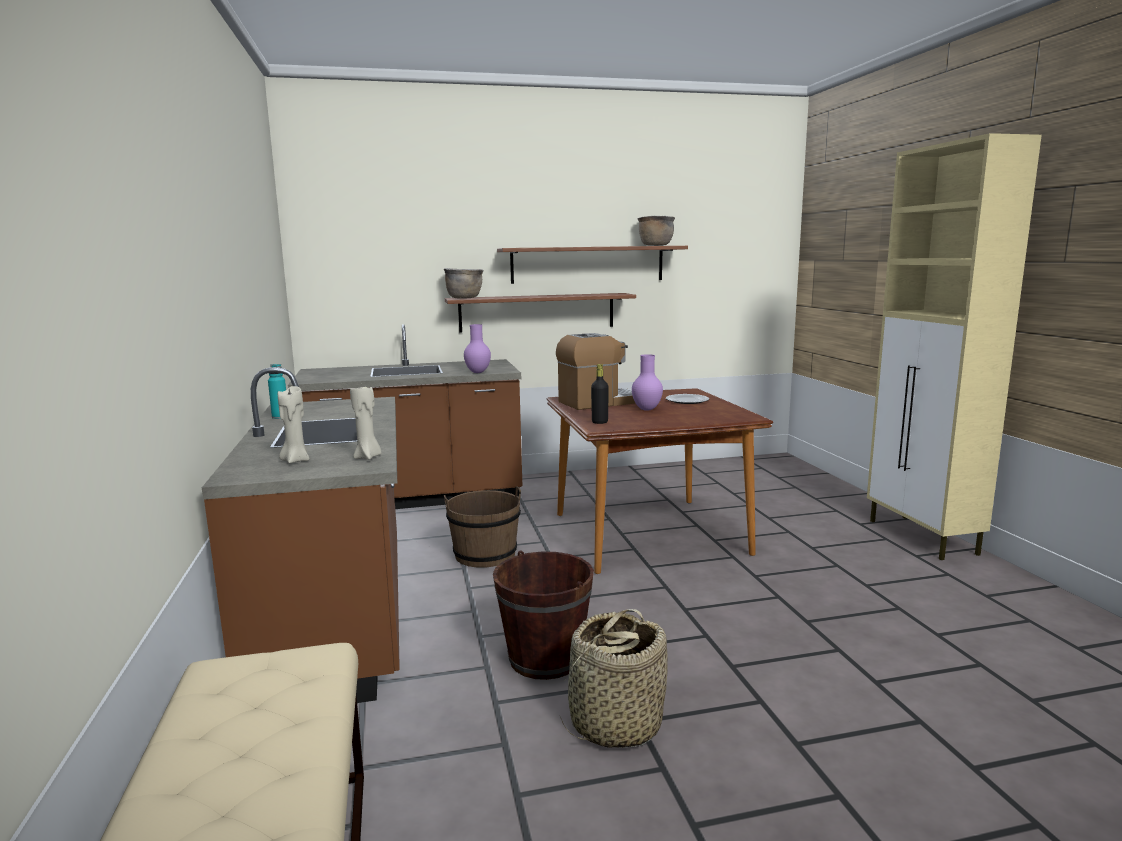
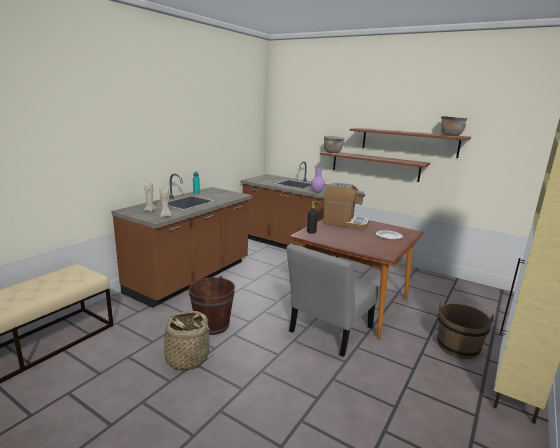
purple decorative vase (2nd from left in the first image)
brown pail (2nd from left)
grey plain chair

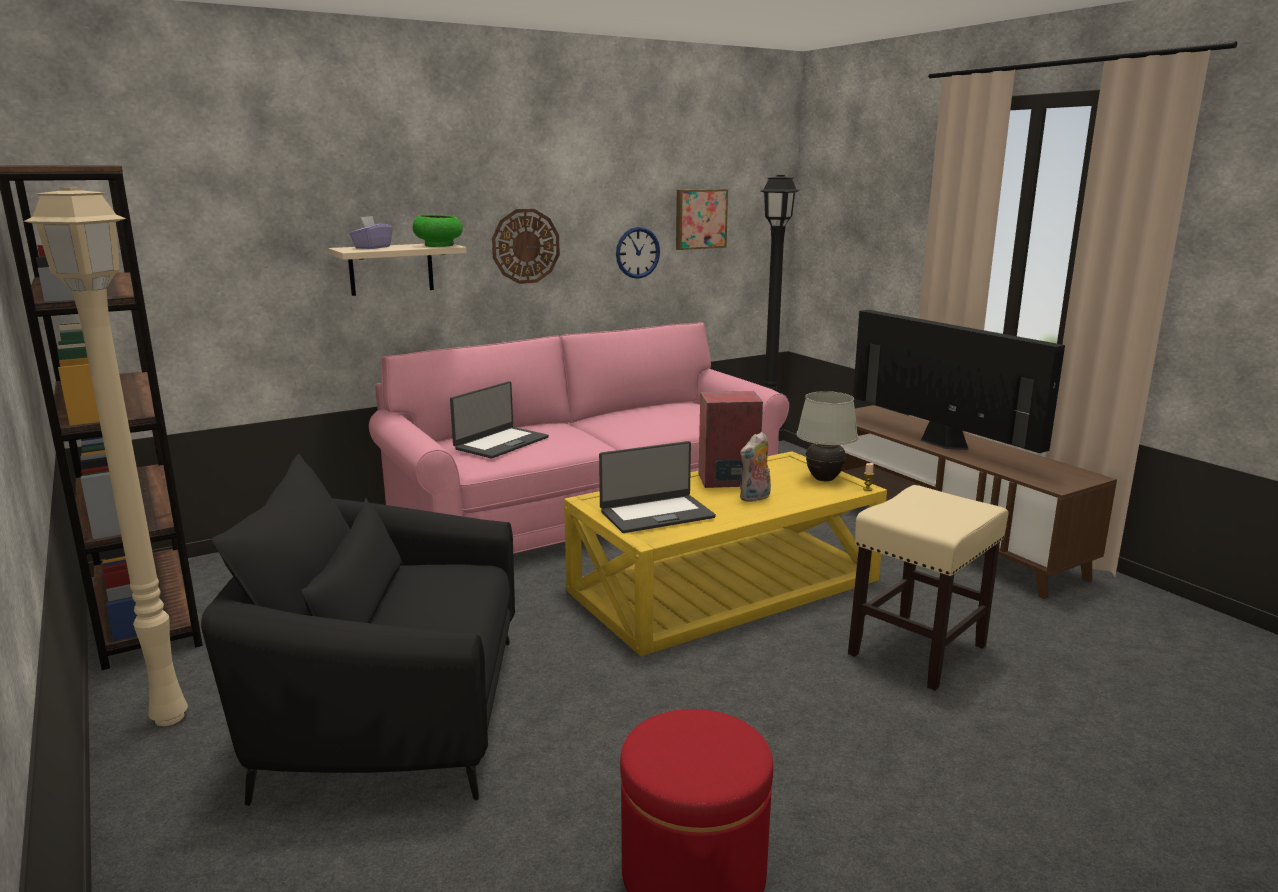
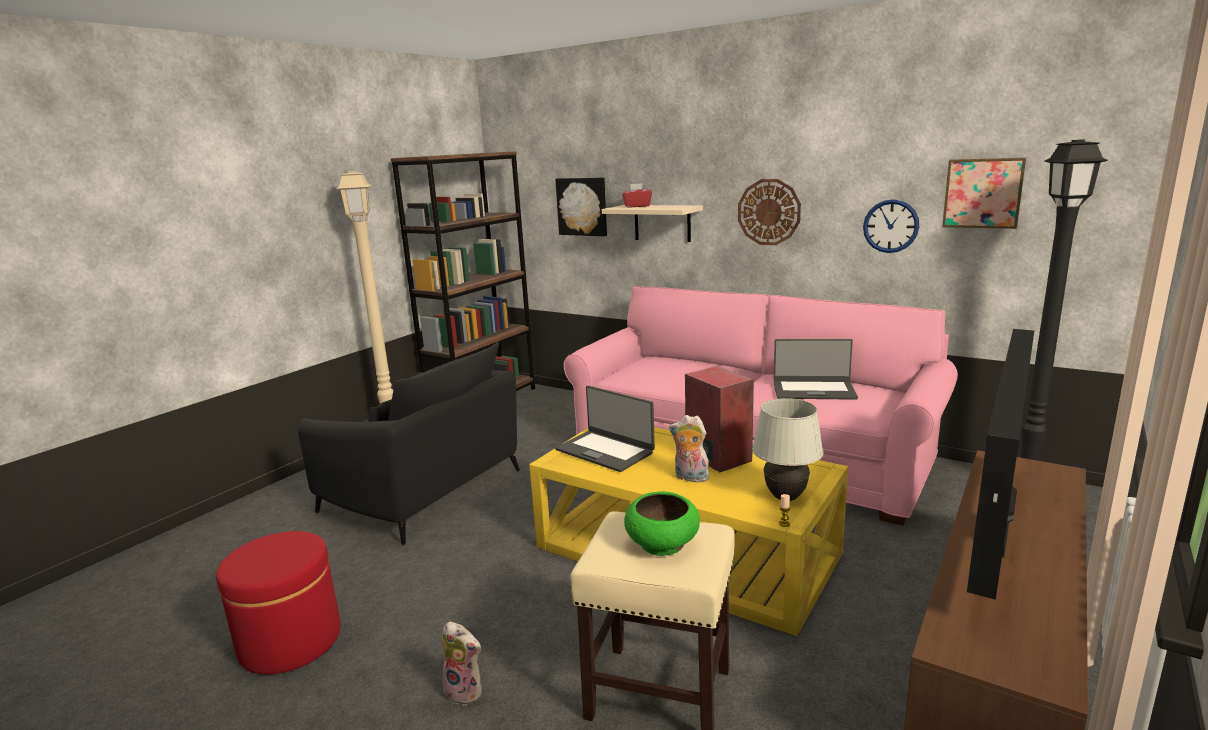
green-coloured bowl
reddish box of tissues
laptop (2nd from left)
black-coloured lounge chair
wall art (1st from left)
cuddly toy (1st from left)

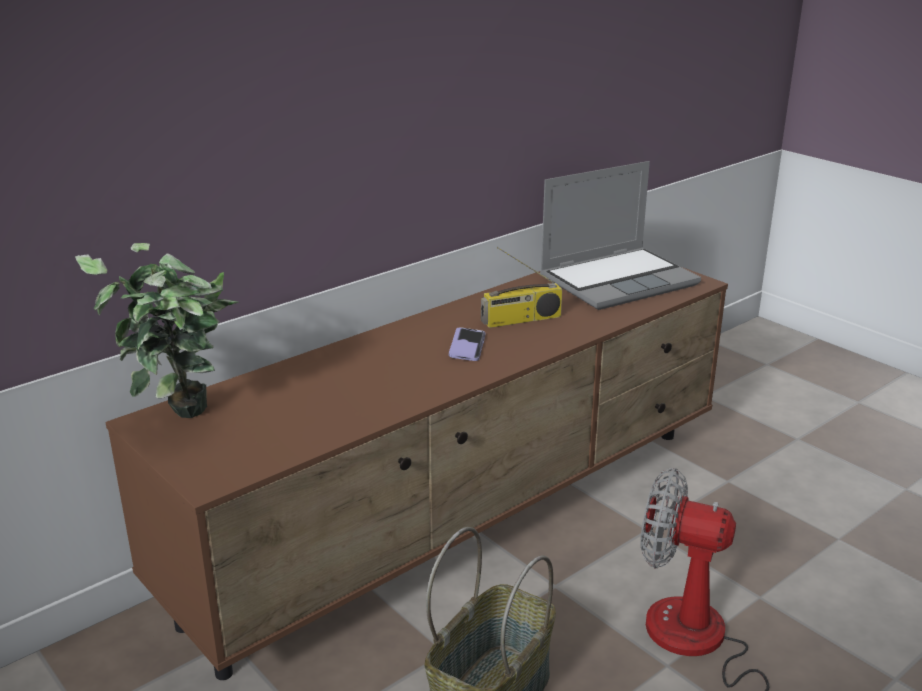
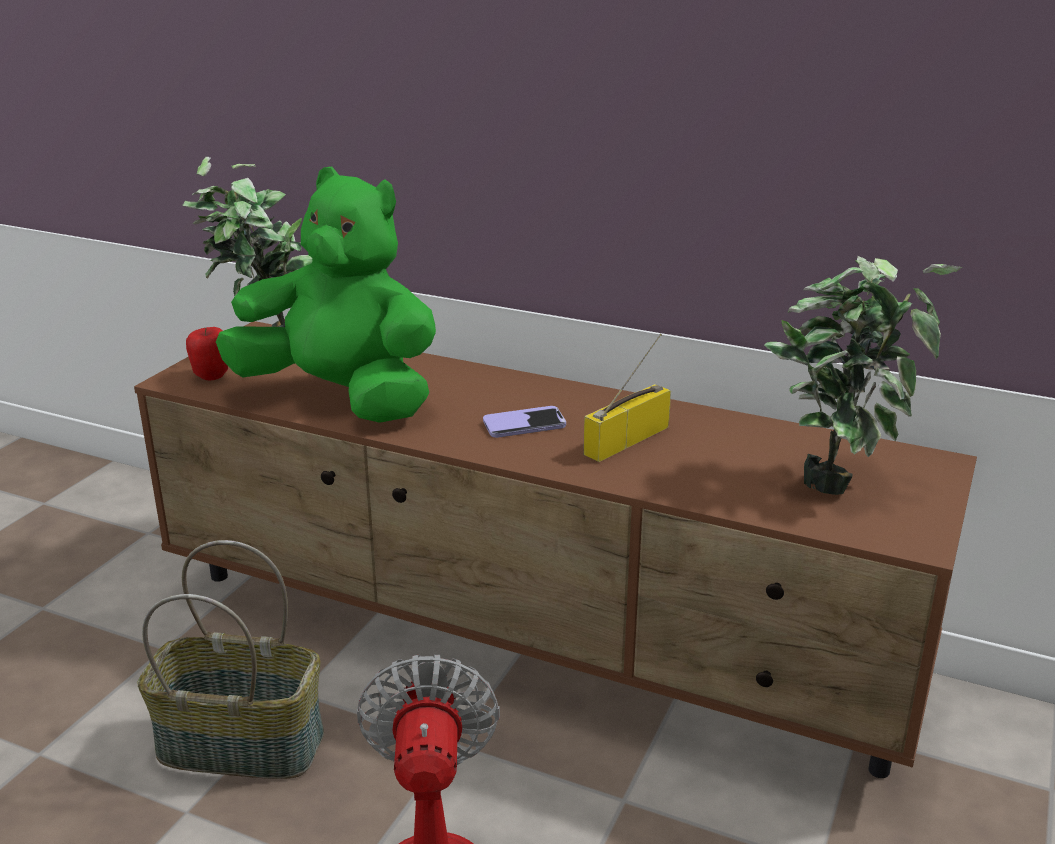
houseplant (2nd from left)
radio set
green-coloured cuddly toy
apple fruit

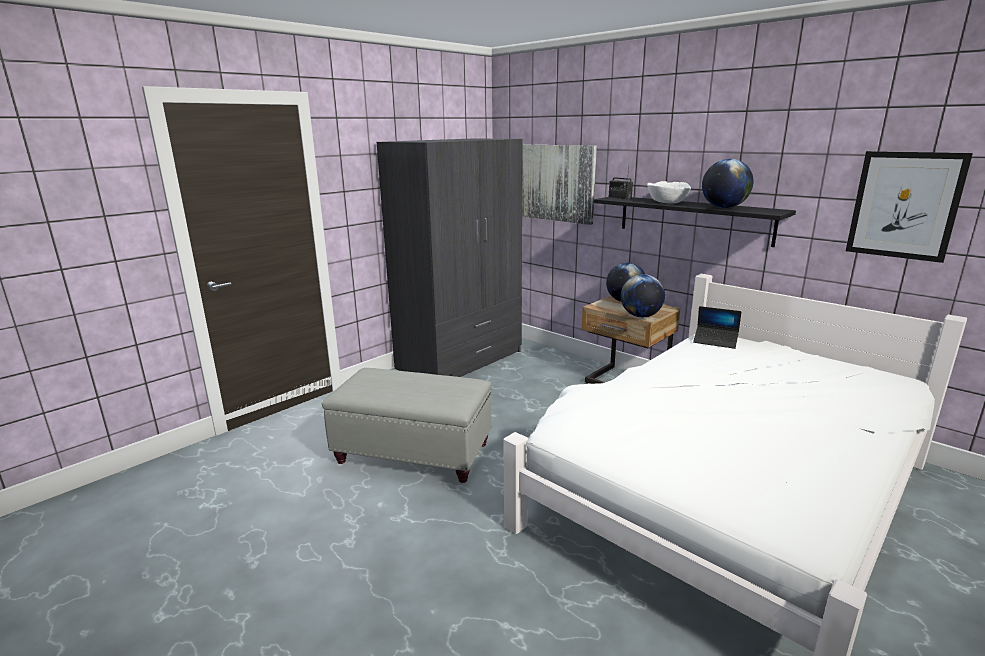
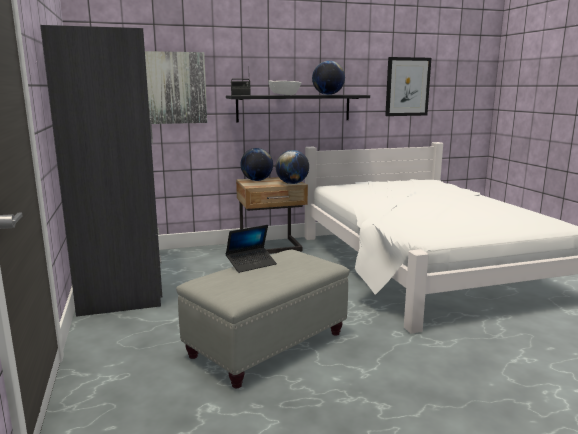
laptop

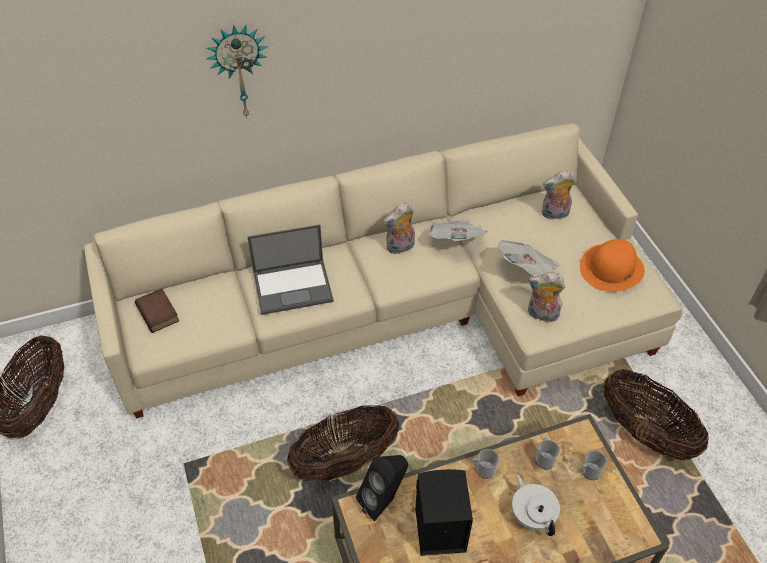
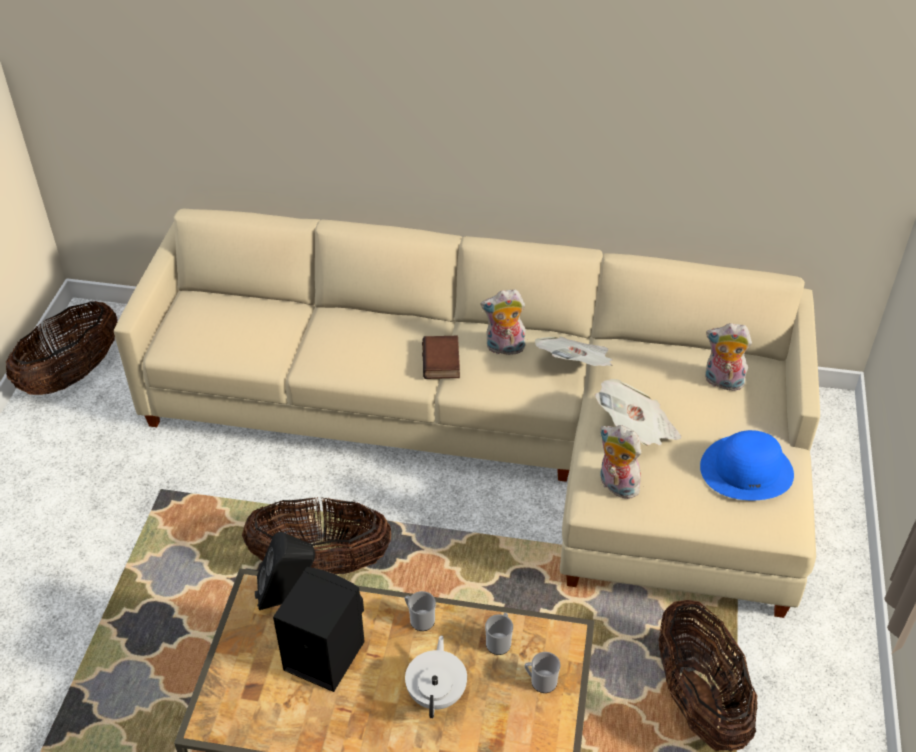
wall clock
laptop
blue hat
book

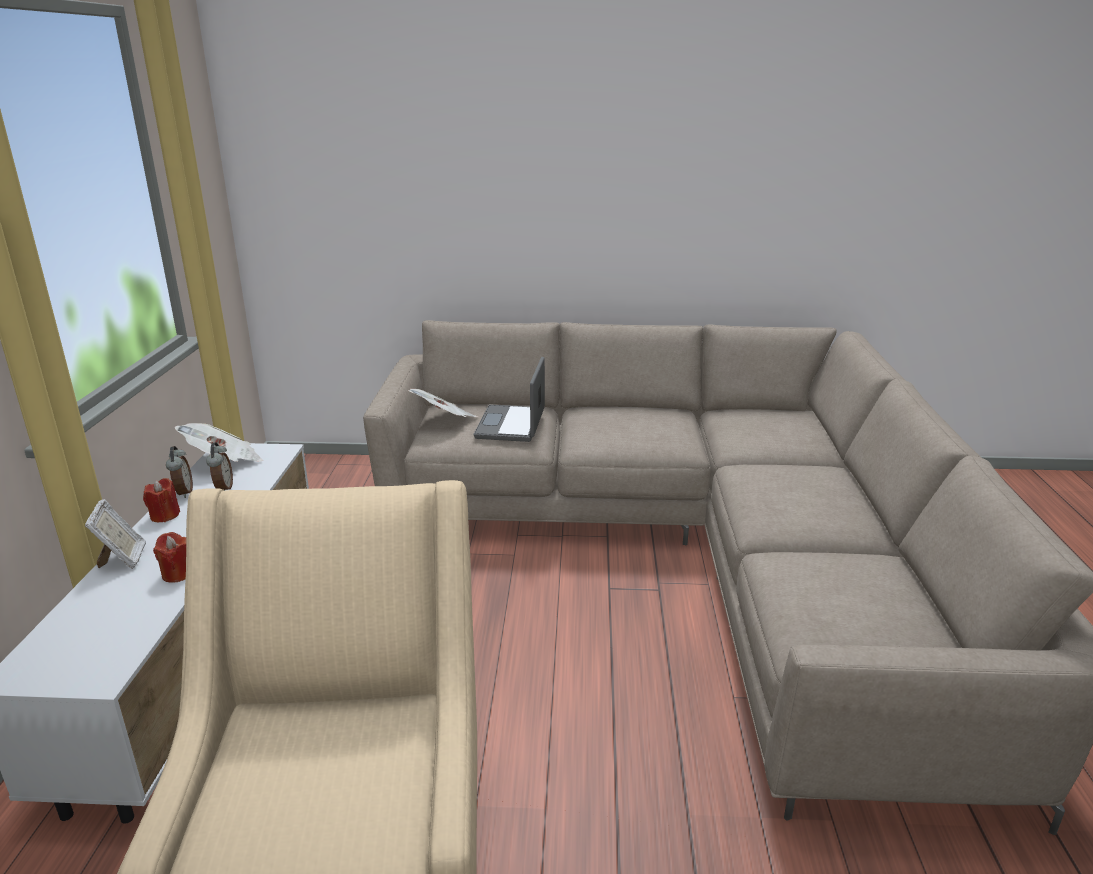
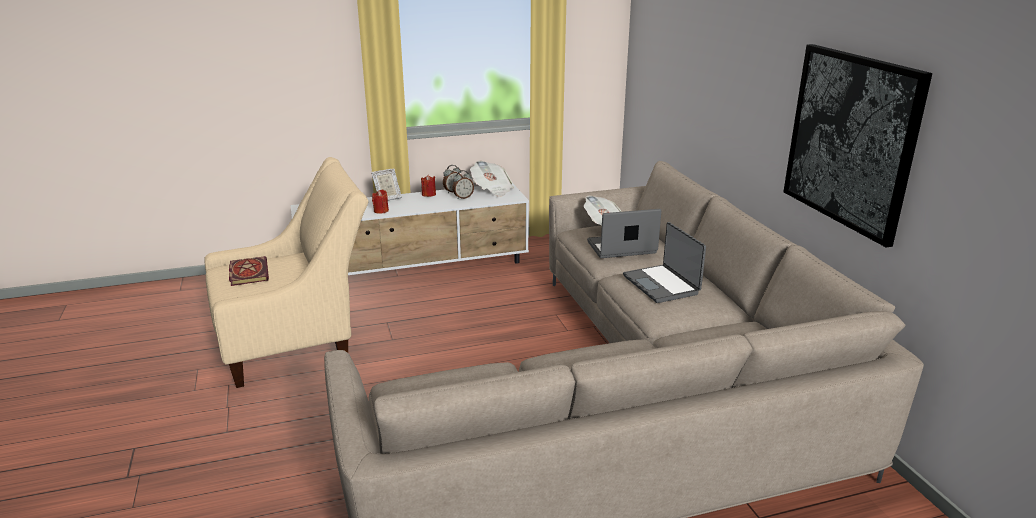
wall art
laptop (2nd from left)
book

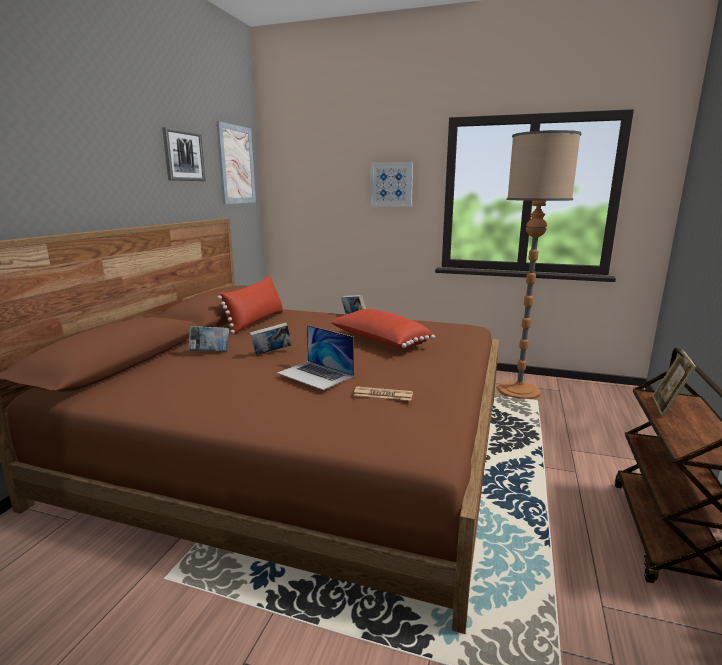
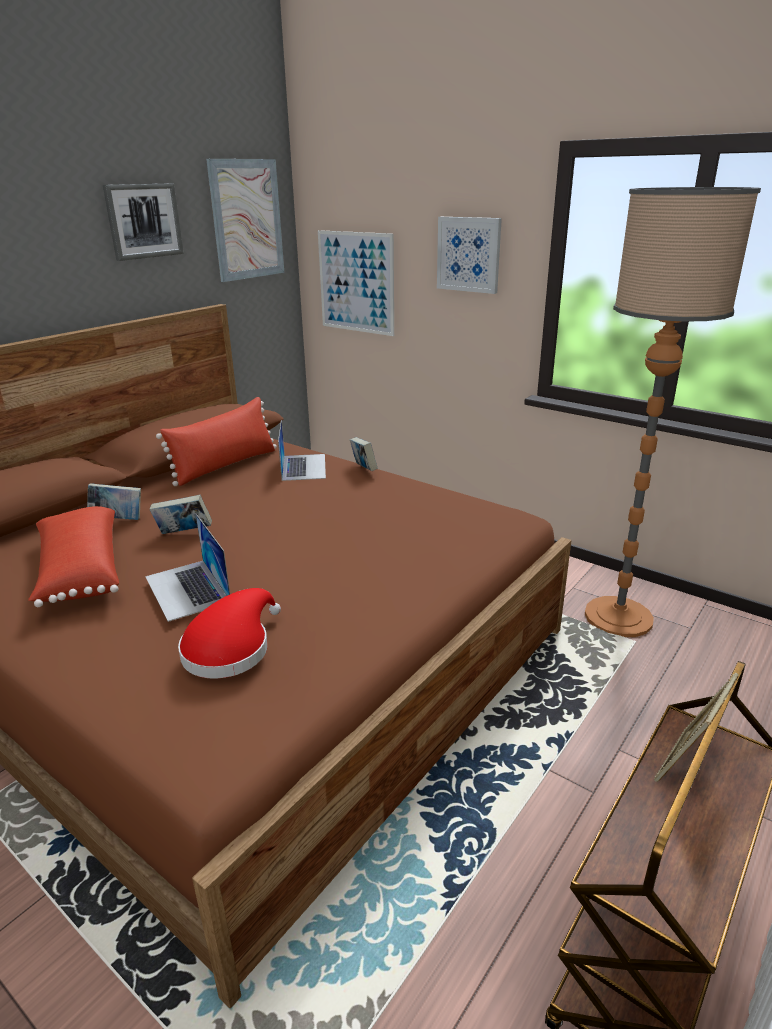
reddish cushion (1st from left)
reddish hat
wall art (3rd from left)
laptop (2nd from left)

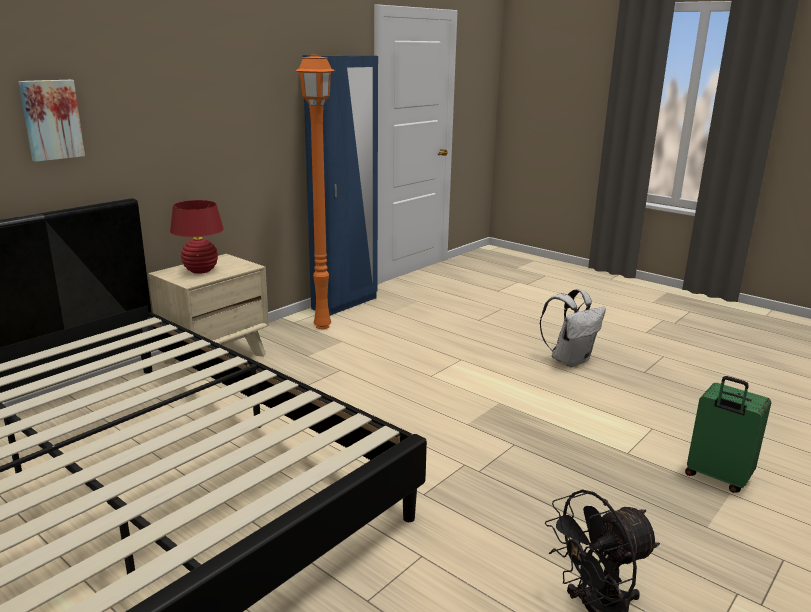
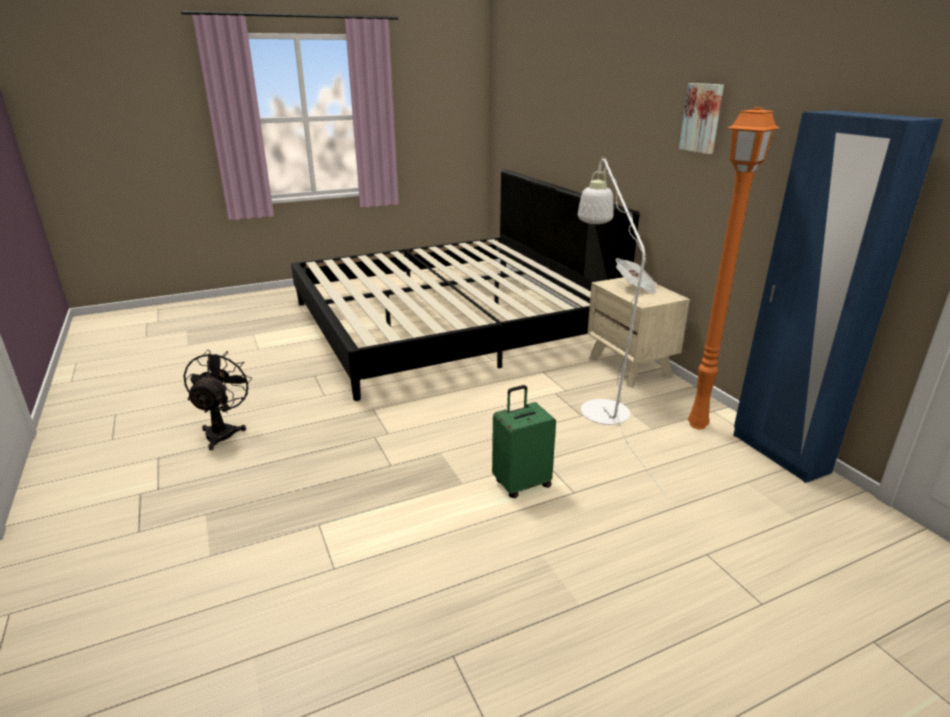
wall art
newspaper
white backpack
green-coloured suitcase
white floor lamp

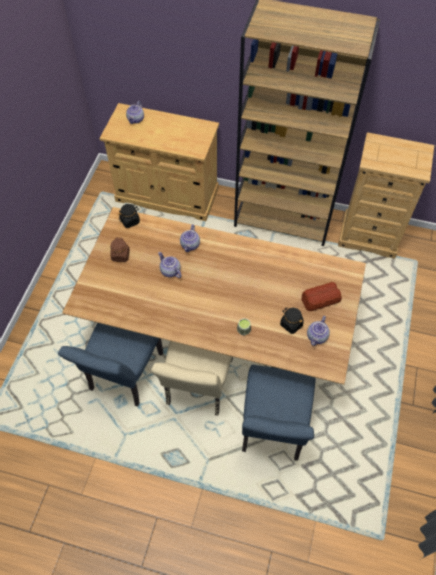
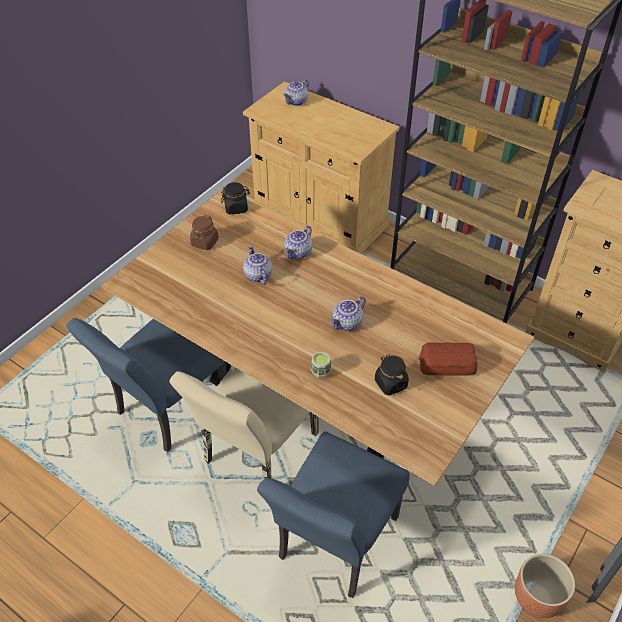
tea pot (4th from left)
brown flower pot

